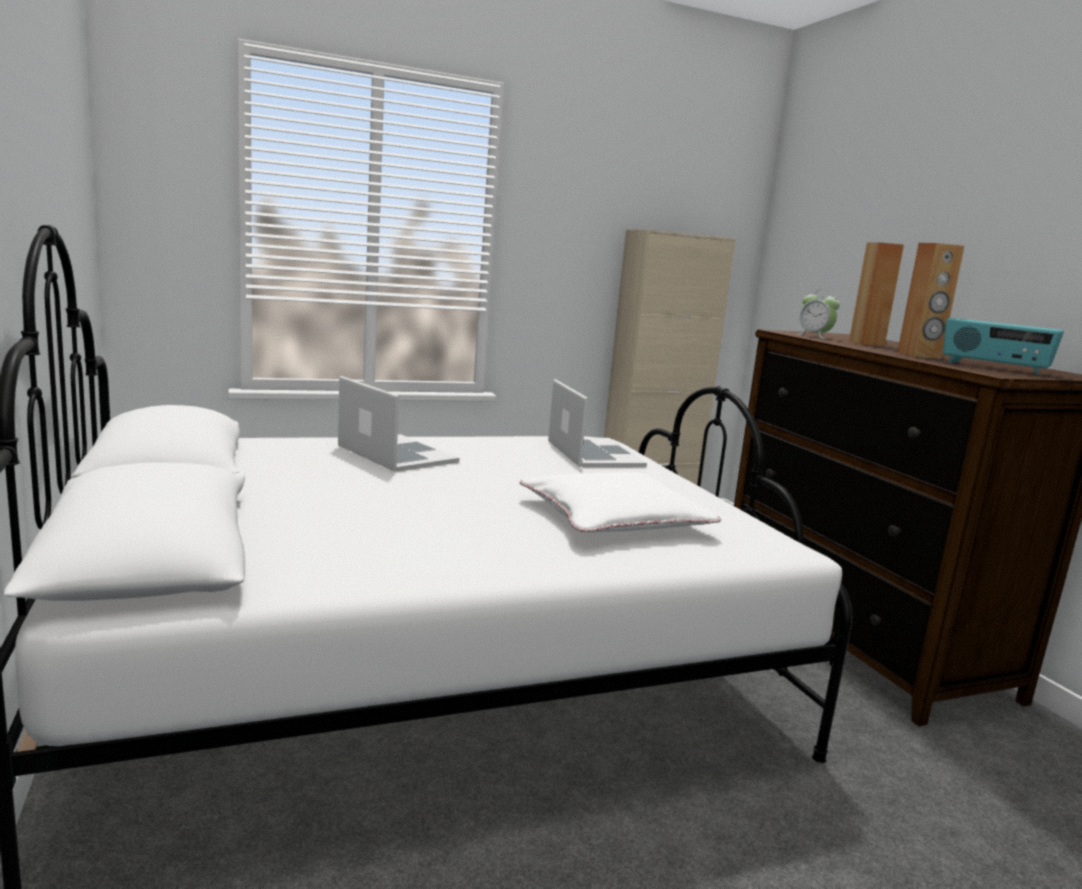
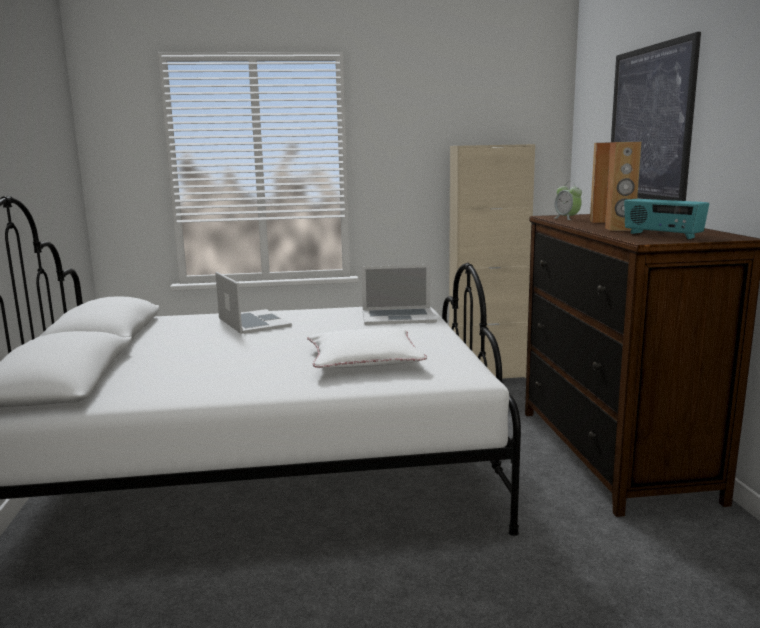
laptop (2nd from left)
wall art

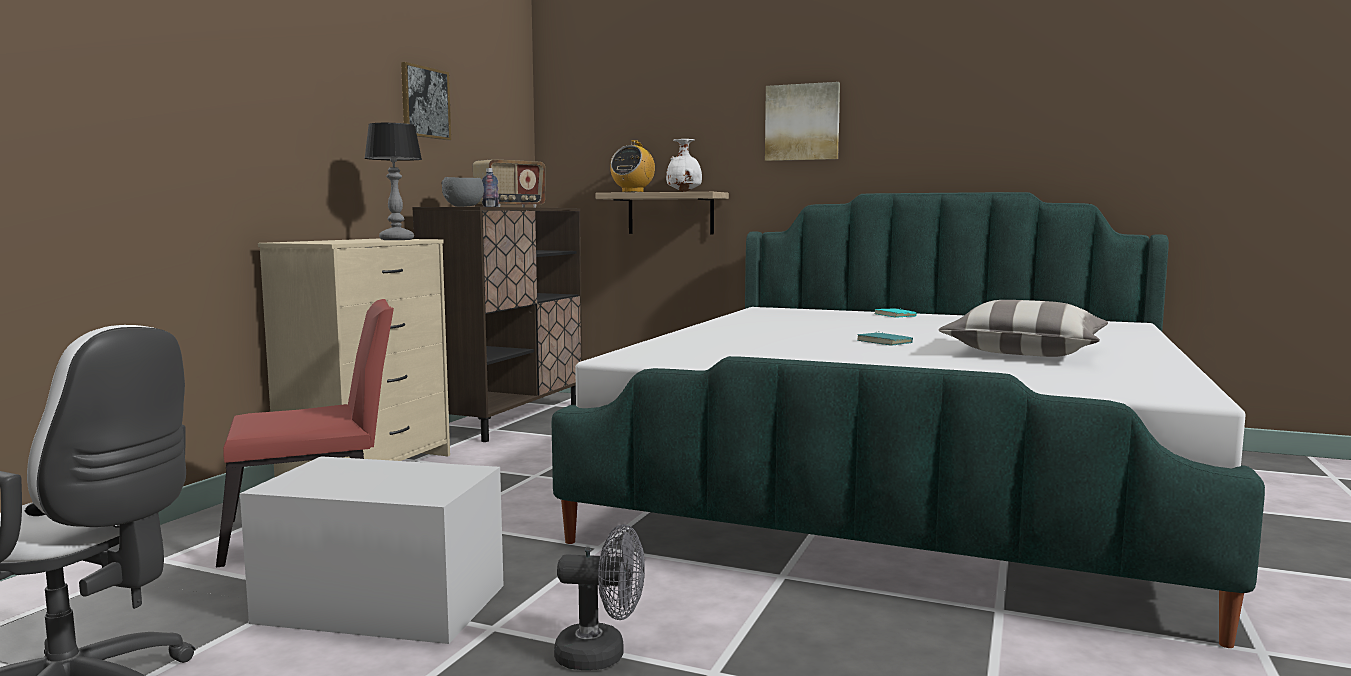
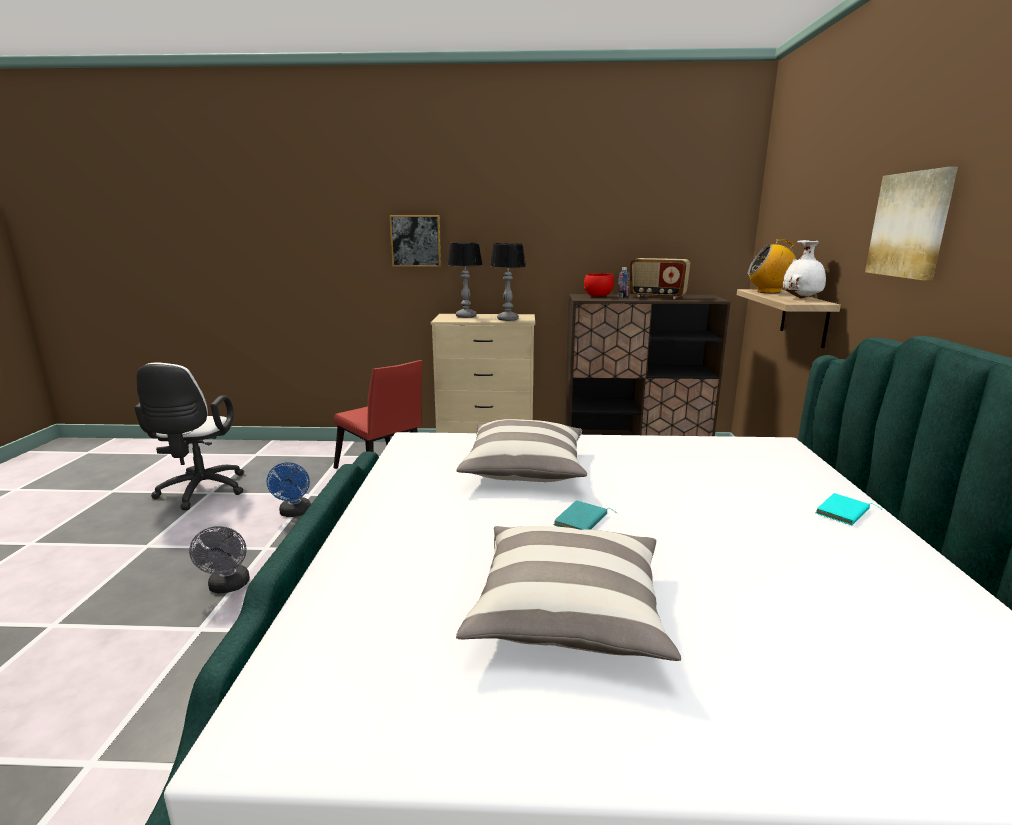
wall art (1st from left)
reddish bowl
blue cooling fan
table lamp (1st from left)
cushion (1st from left)

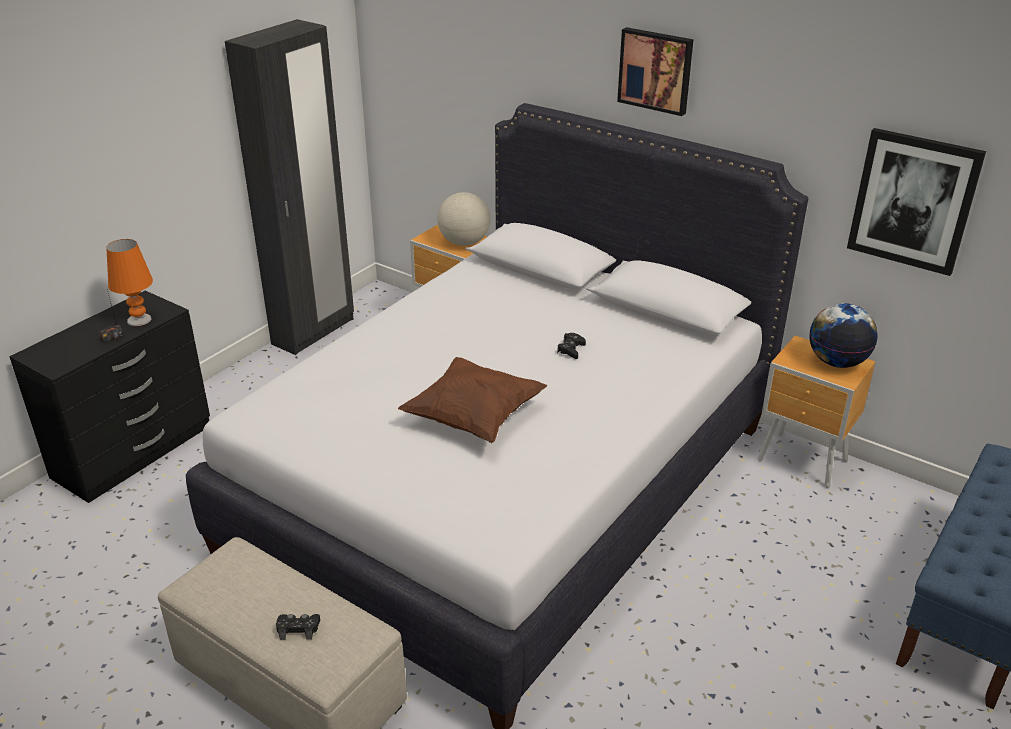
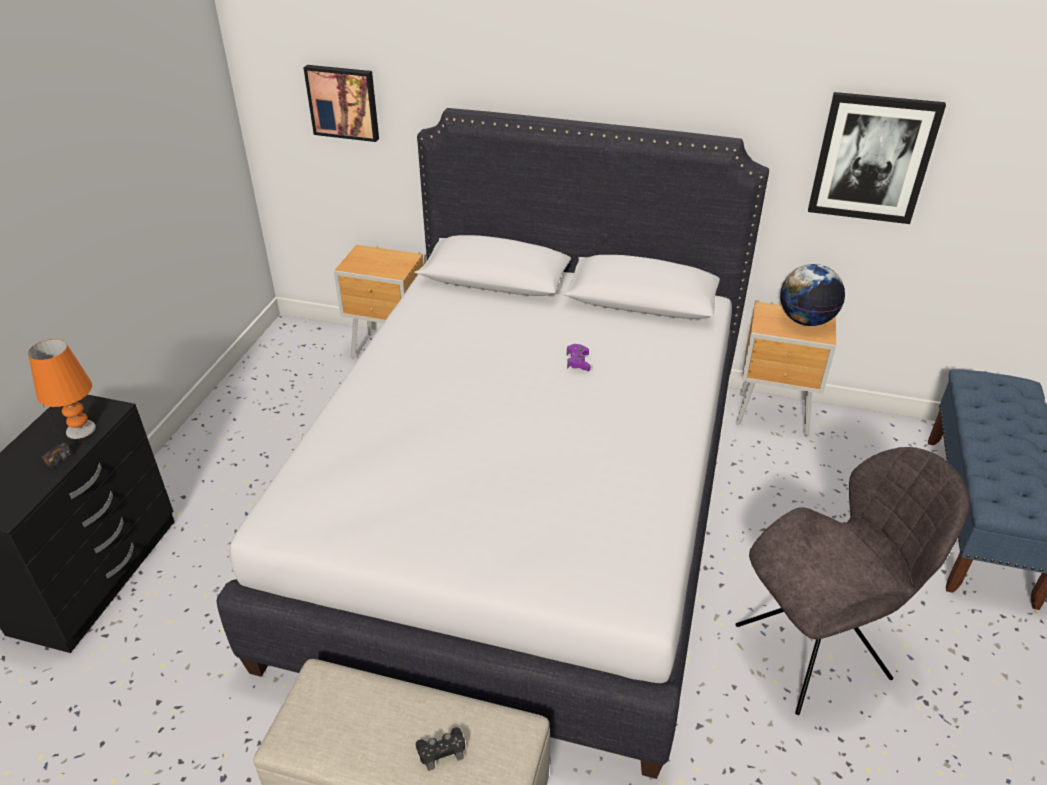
black-coloured armoire
wall art (1st from left)
desk globe (1st from left in the first image)
purple gamepad
brown cushion
grey plain chair

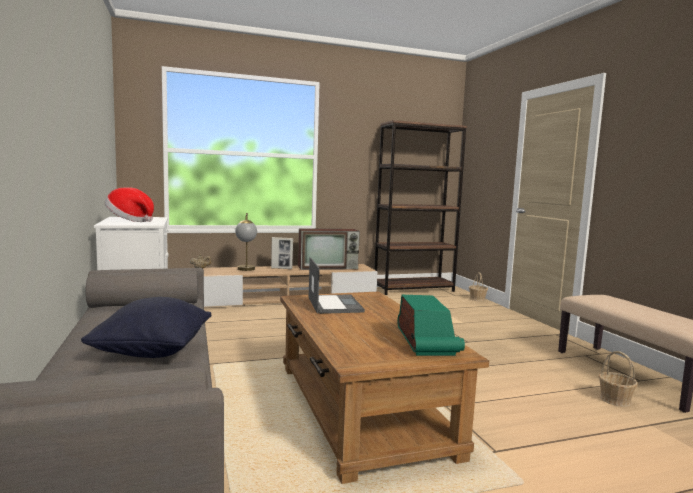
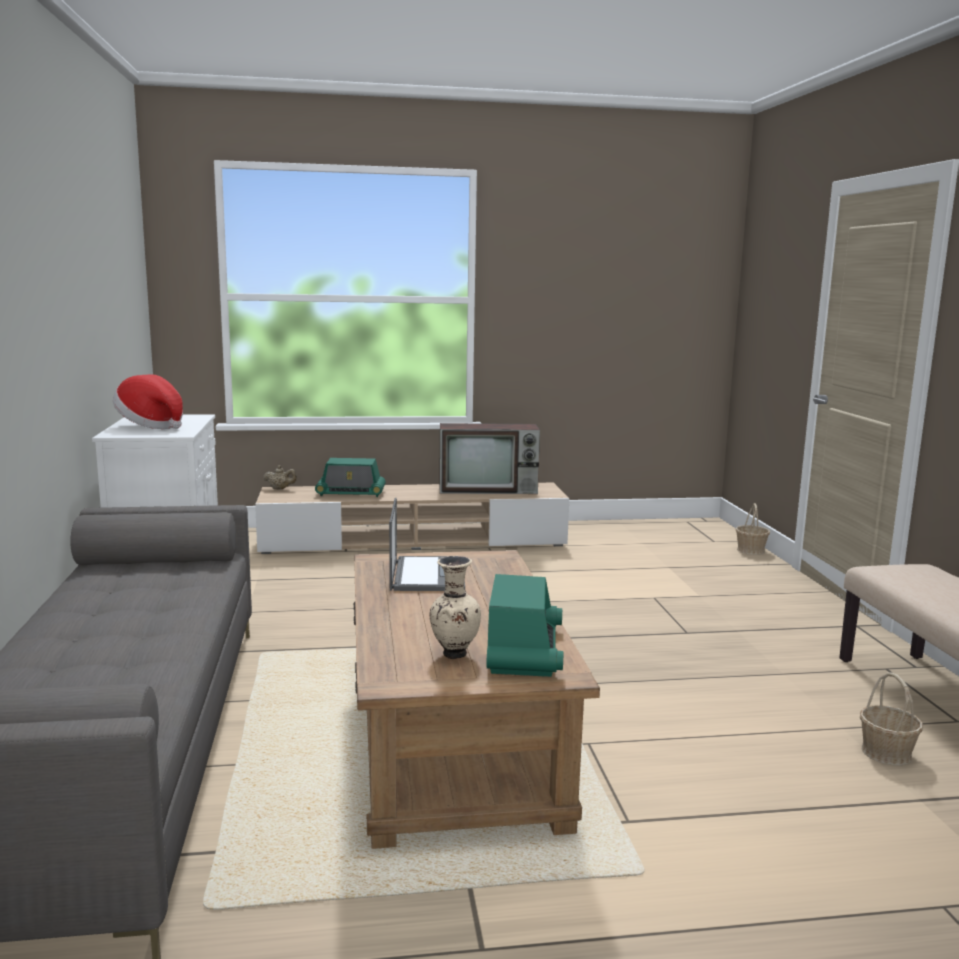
brown bookshelf
radio set (1st from left)
picture frame
black-coloured cushion
beige decorative vase

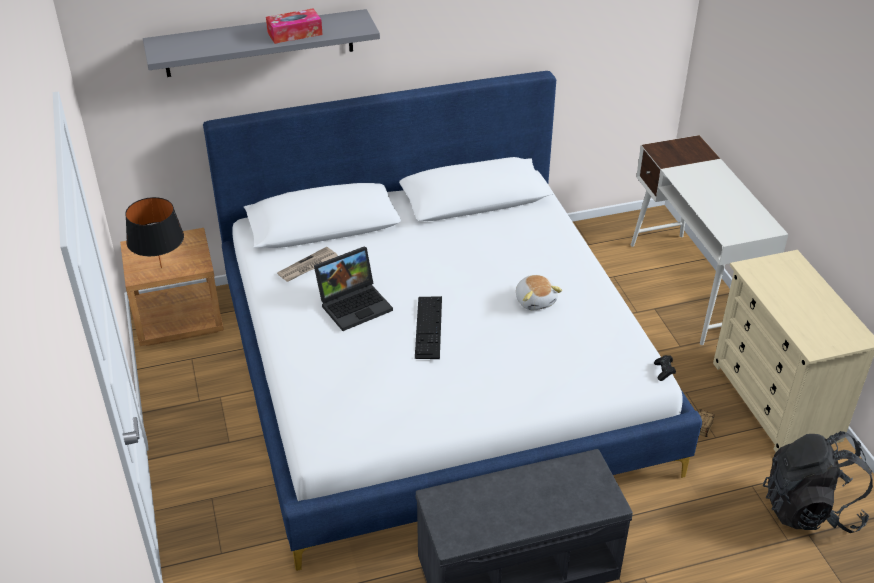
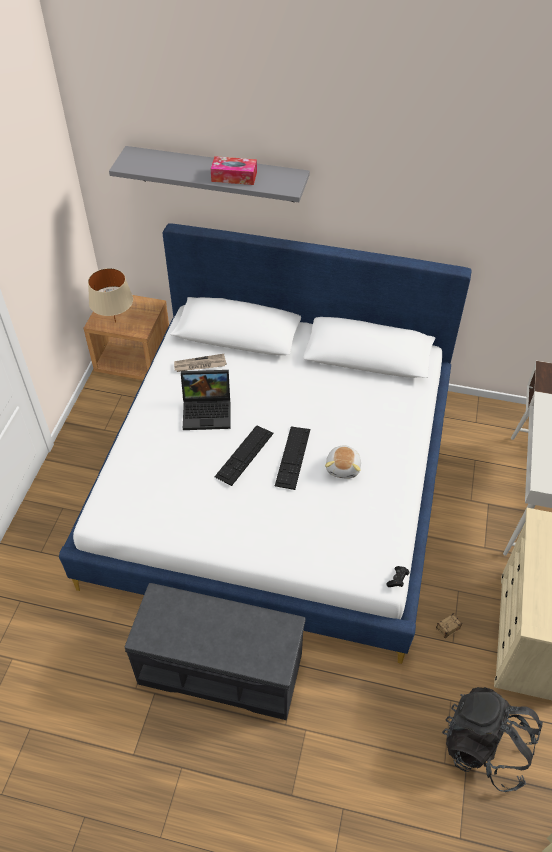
beige table lamp
computer keyboard (2nd from left)

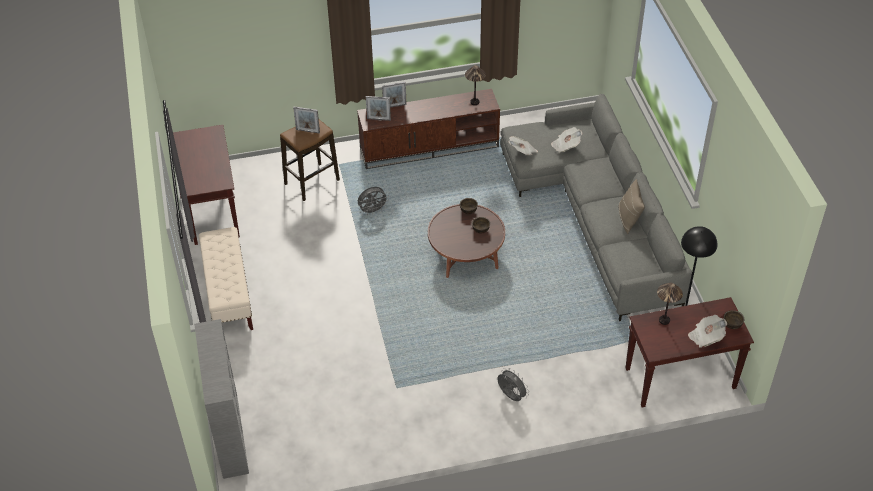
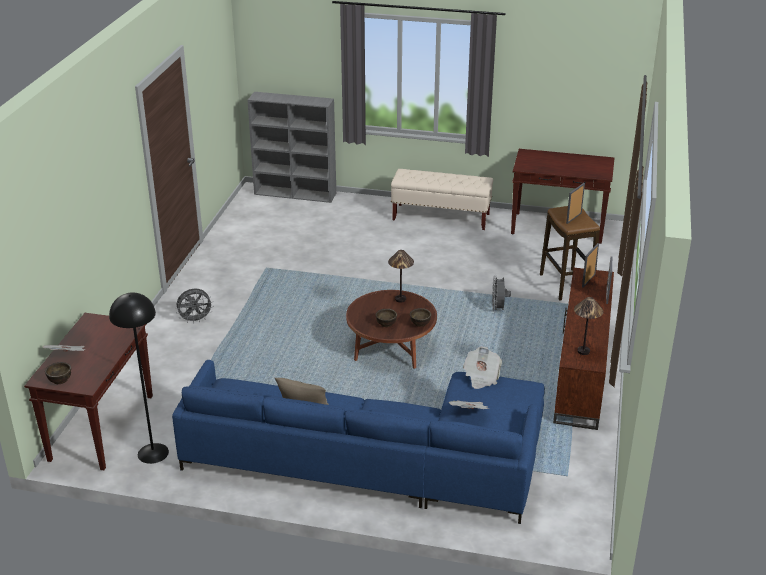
blue sofa
table lamp (1st from left)

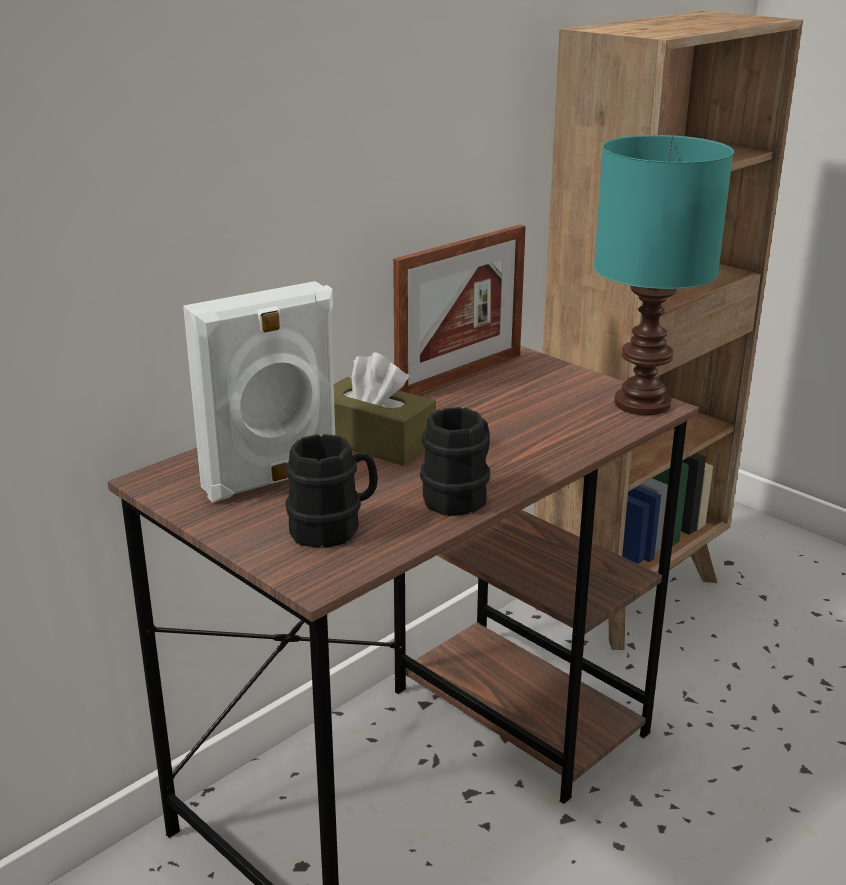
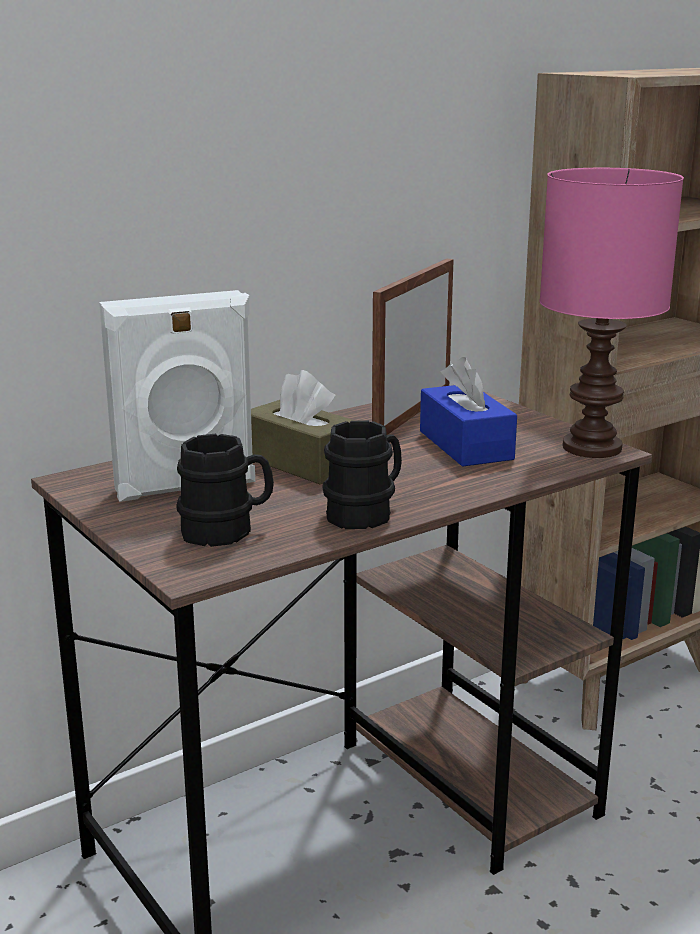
pinkish table lamp
picture frame
blue box of tissues

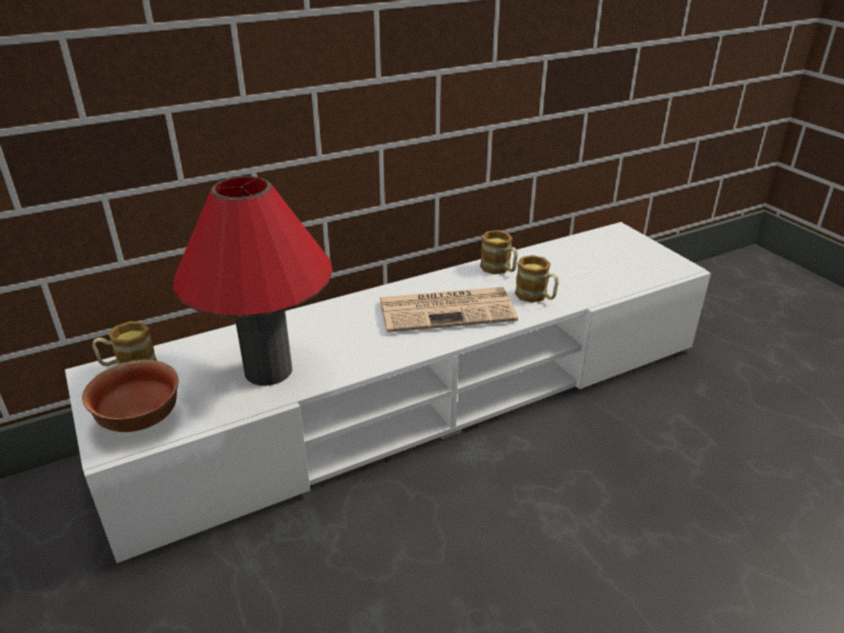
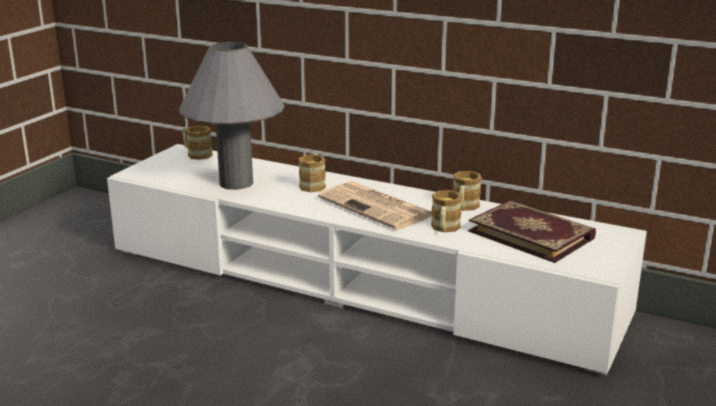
grey table lamp
bowl
mug (2nd from left)
book

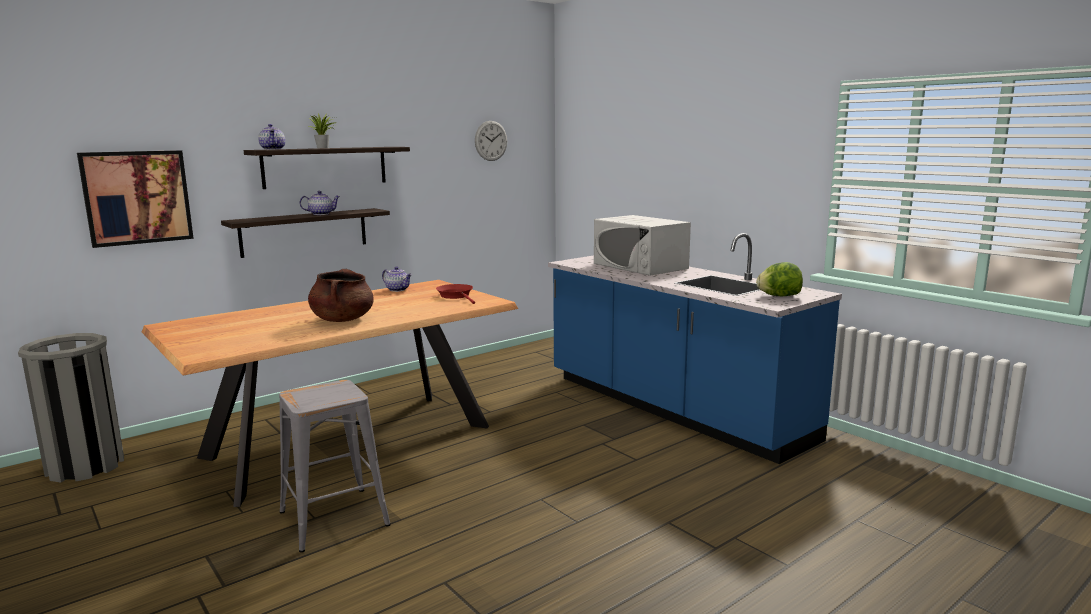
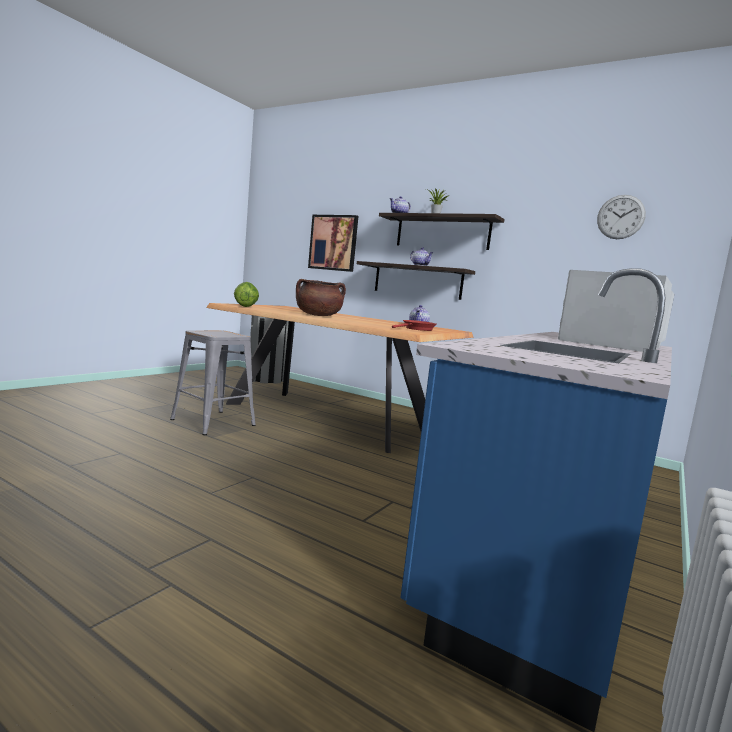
lettuce

